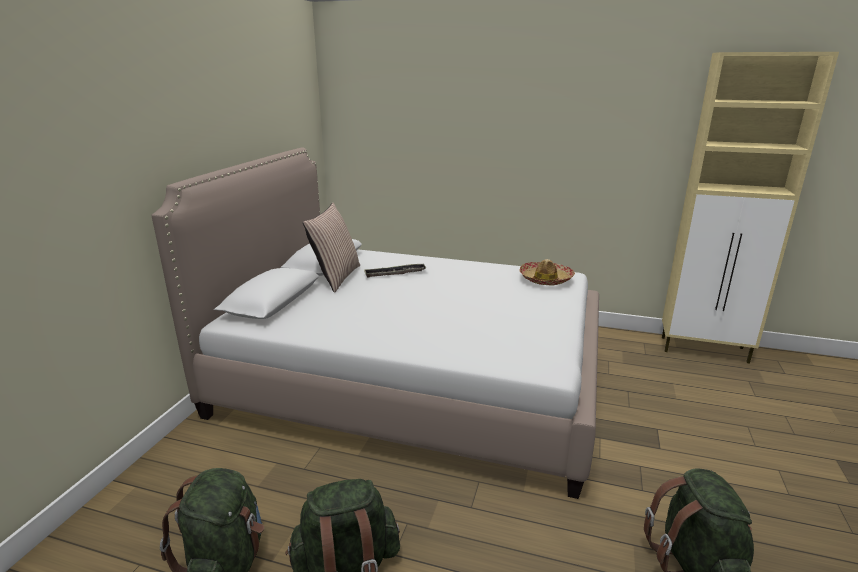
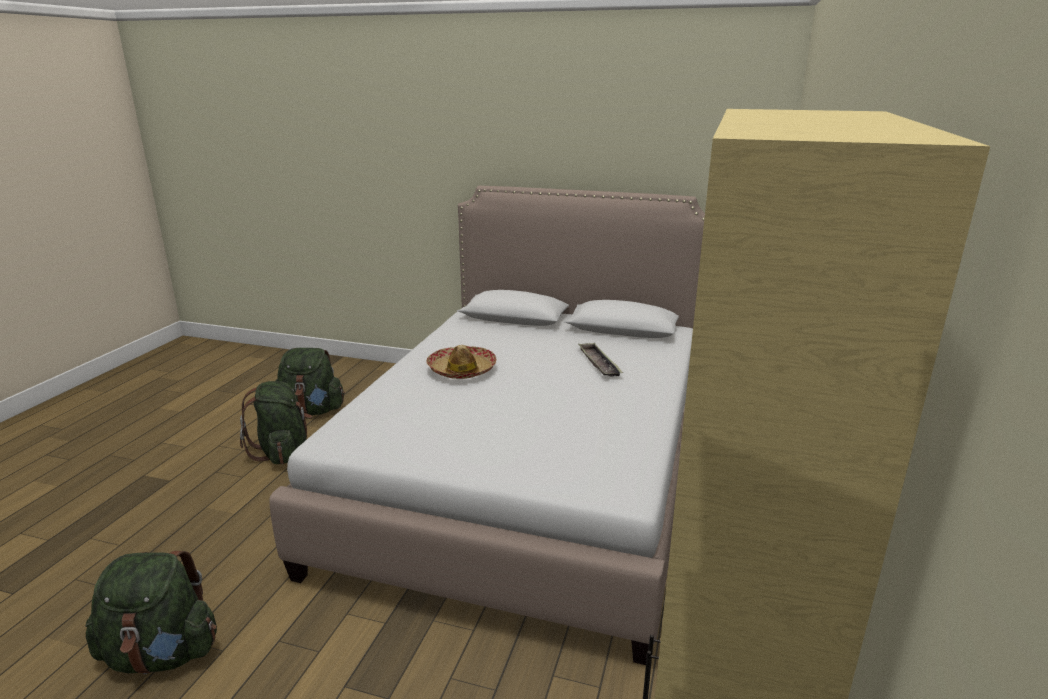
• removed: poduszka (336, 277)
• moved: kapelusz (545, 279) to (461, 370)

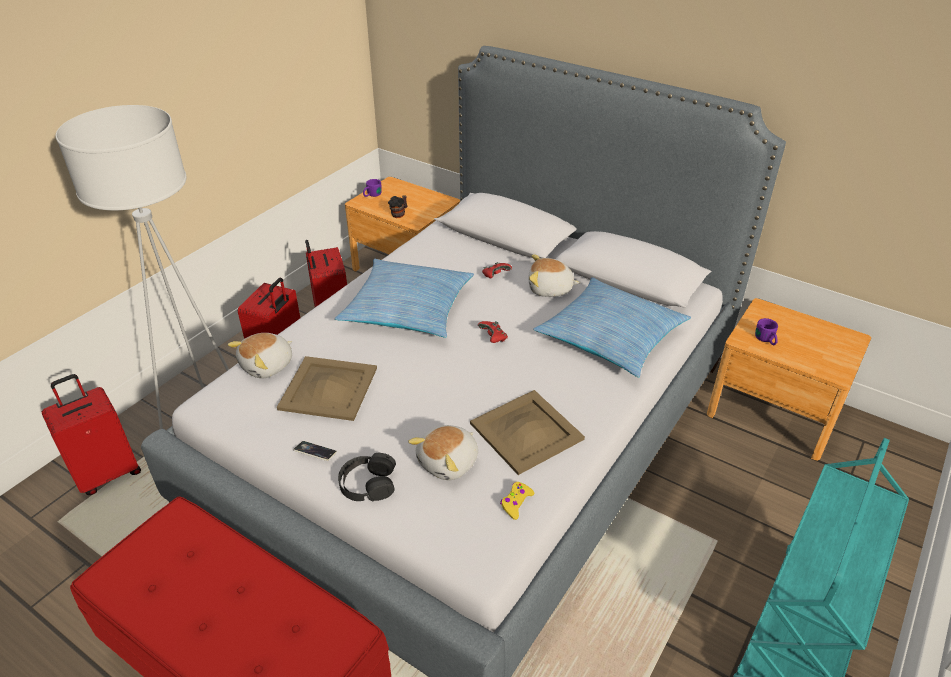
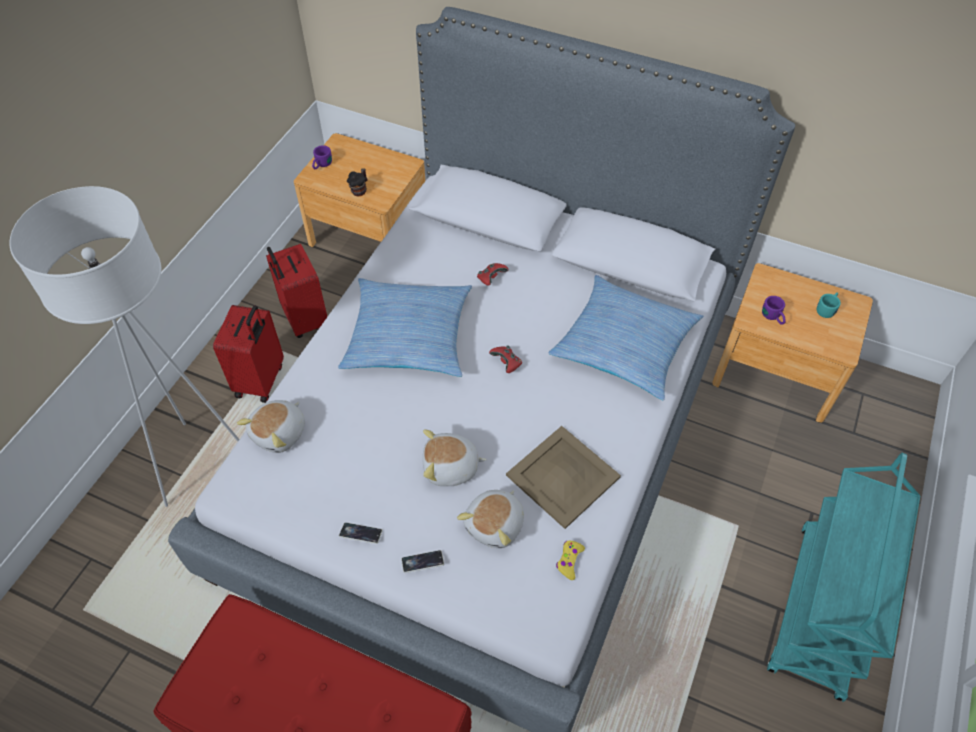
• removed: walizka [czerwony] (108, 473)
• removed: taca [beżowy] (329, 389)
• added: kubek [turkusowy] (827, 309)
• moved: pluszak (550, 289) to (451, 468)
• replaced: słuchawki [czarny] (367, 484) to telefon (422, 562)

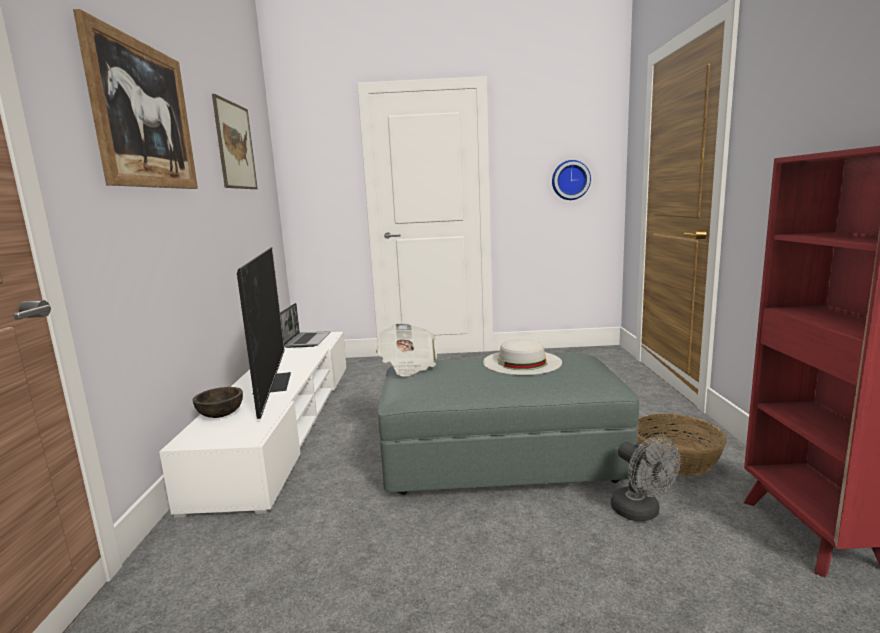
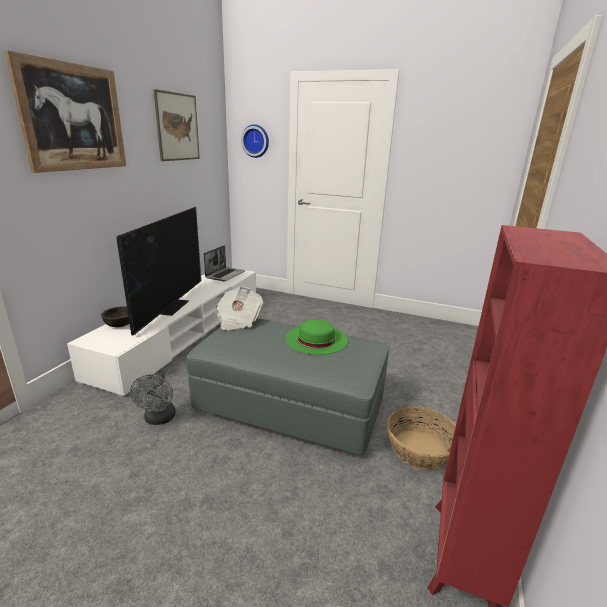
• moved: zegar ścienny (570, 180) to (256, 141)
• moved: wentylator [szary] (641, 513) to (159, 419)
• recoloured: kapelusz [biały] (522, 362) to kapelusz [zielony] (316, 339)

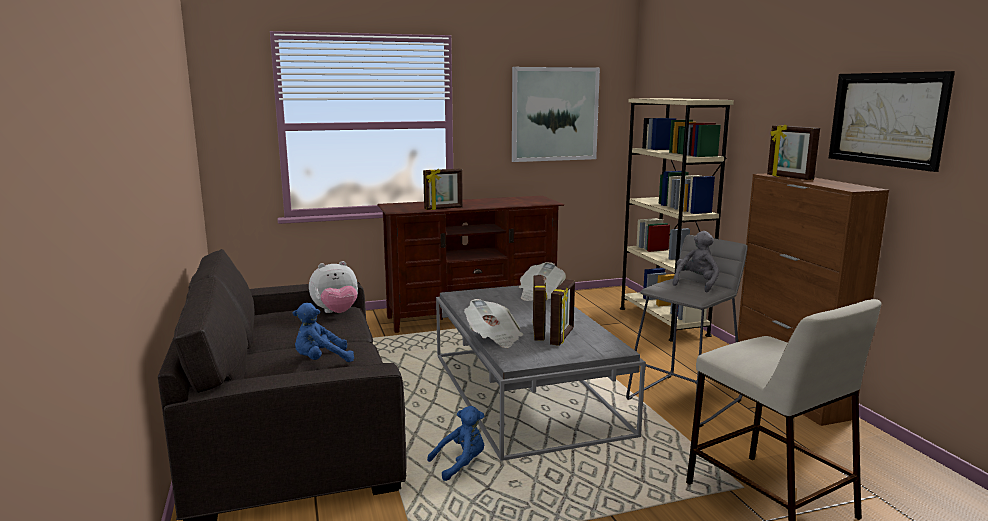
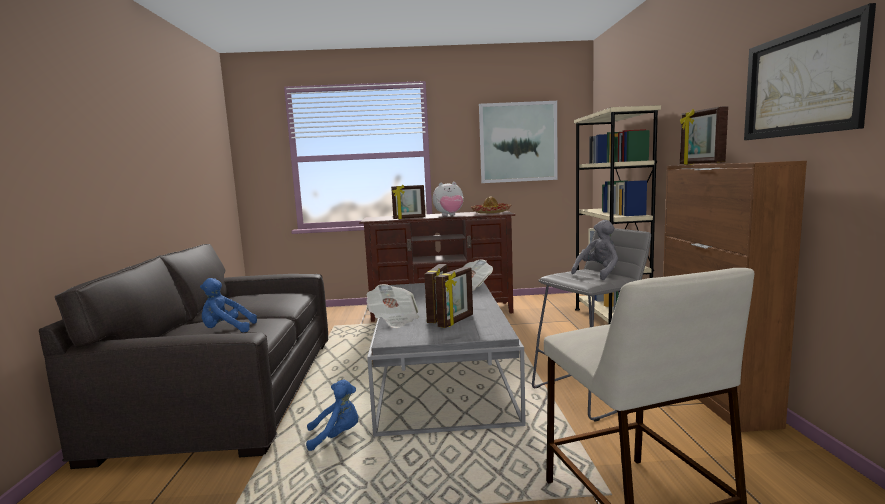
• added: kapelusz (491, 212)
• moved: pluszak (336, 313) to (449, 215)

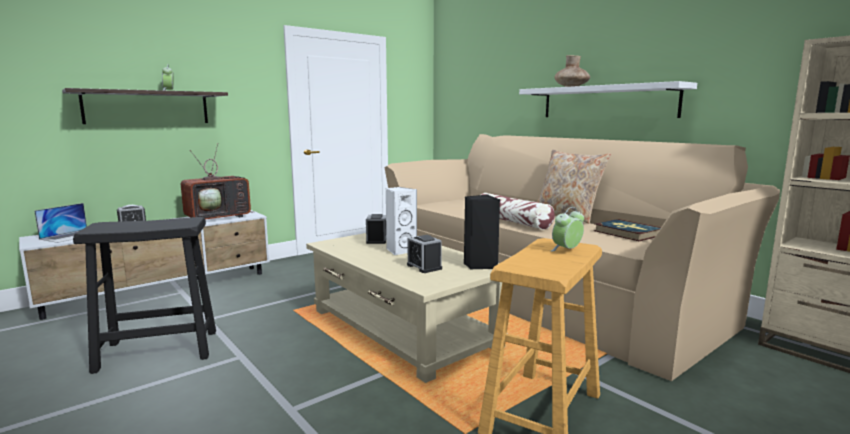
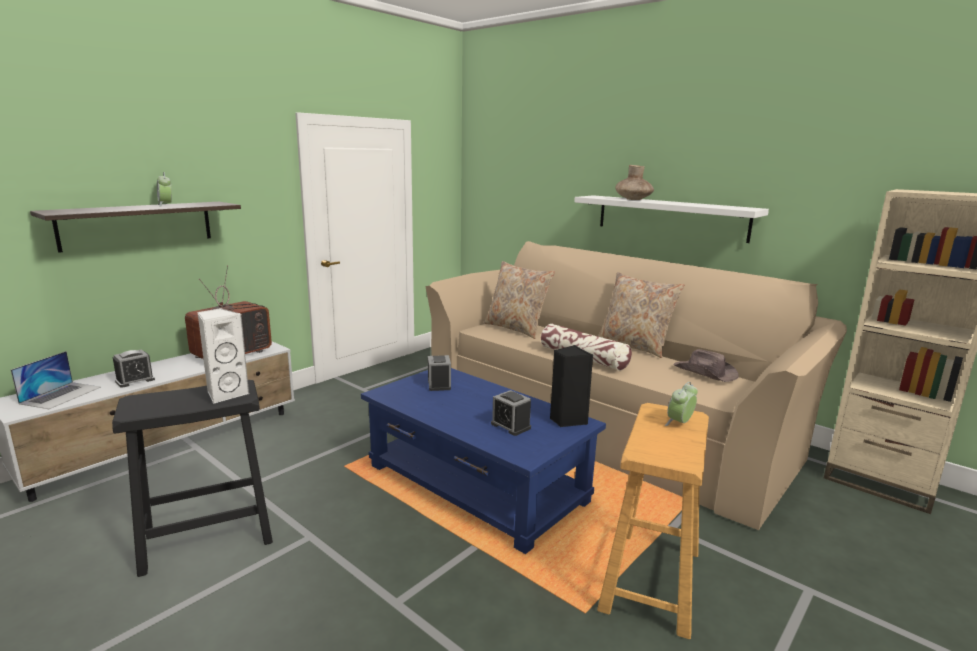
• added: poduszka [beżowy] (516, 328)
• moved: głośnik [biały] (400, 250) to (226, 394)
• replaced: książka (628, 233) to kapelusz [brązowy] (705, 372)
• recoloured: ława [beżowy] (402, 329) to ława [niebieski] (476, 484)

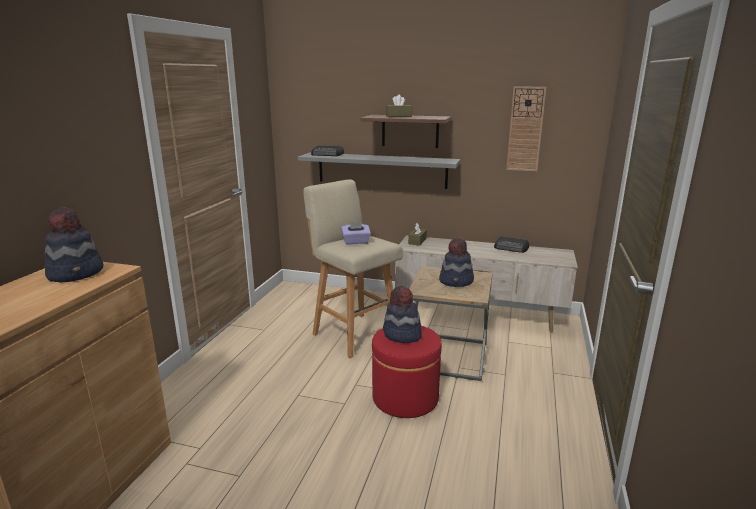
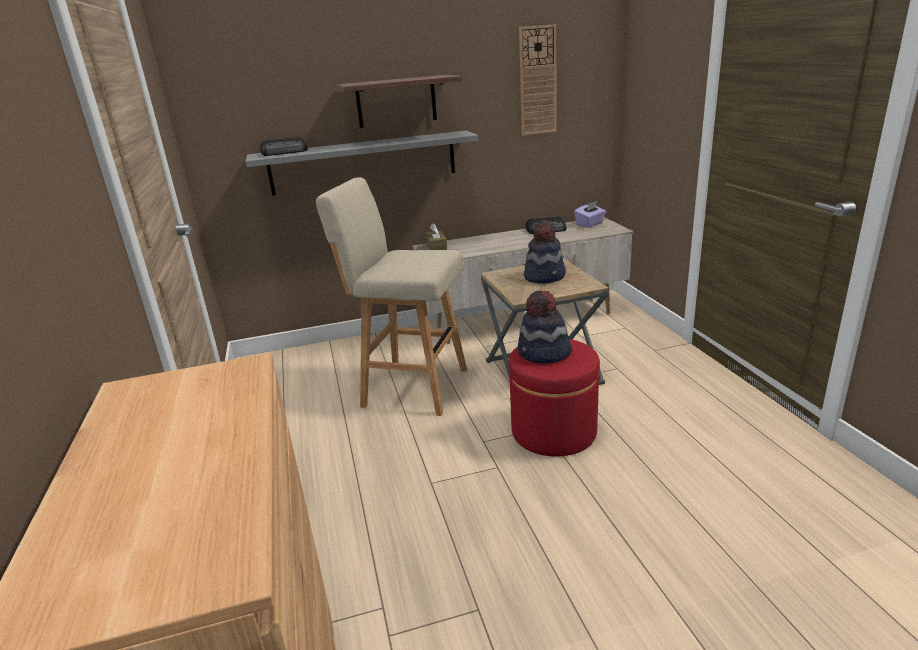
• removed: kapelusz (77, 273)
• removed: pudełko chusteczek [brązowy] (398, 116)
• moved: pudełko chusteczek [fioletowy] (356, 242) to (590, 224)

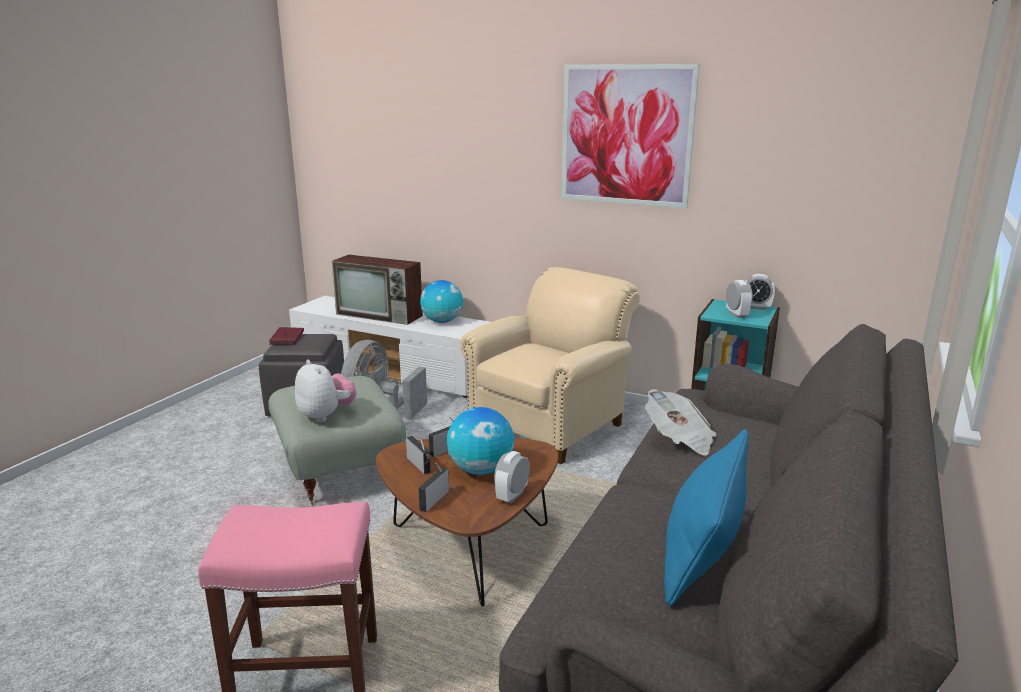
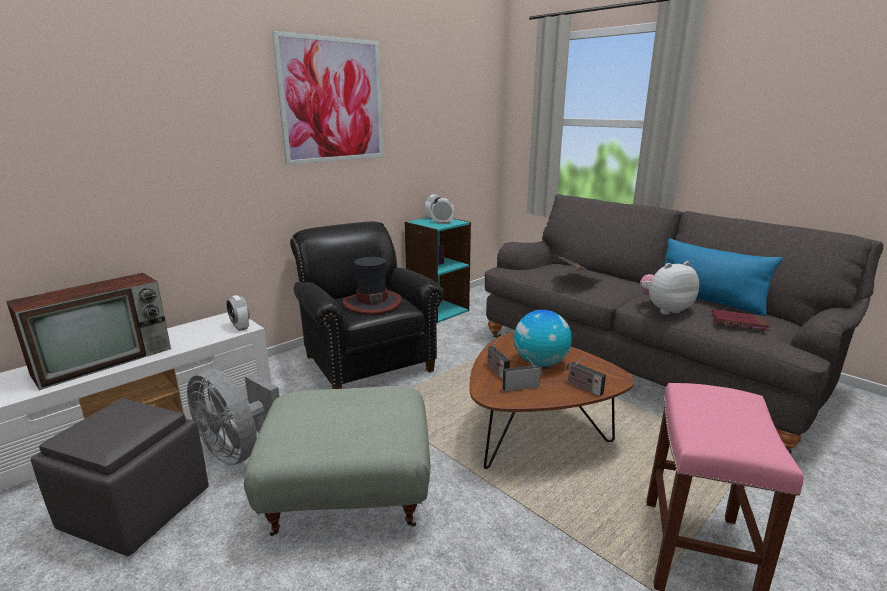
• removed: globus (442, 321)
• added: kapelusz (372, 303)
• moved: książka [czerwony] (287, 338) to (738, 322)
• moved: pluszak (326, 415) to (665, 309)
• moved: budzik (512, 496) to (240, 327)
• recoloured: fotel [beżowy] (551, 424) to fotel [czarny] (365, 361)

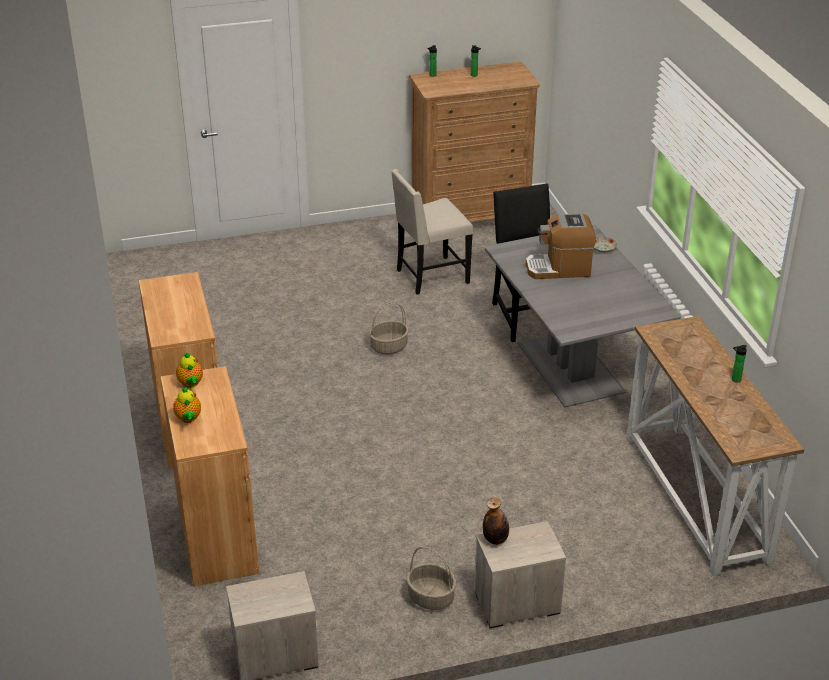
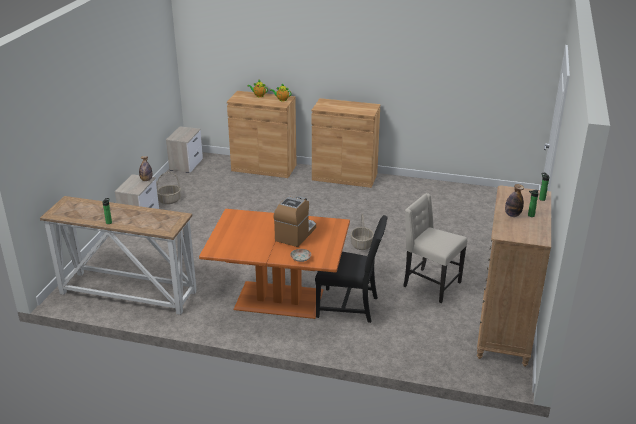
• added: butelka (512, 215)
• recoloured: stół jadalny [szary] (571, 367) to stół jadalny [pomarańczowy] (279, 300)
• turned: krzesło [beżowy] (430, 277) = (430, 284) 60 degrees counterclockwise

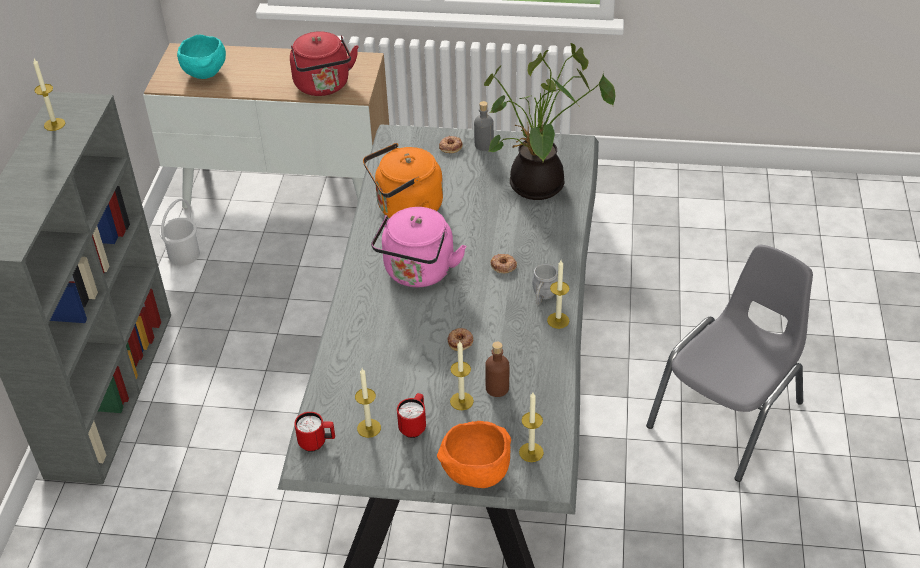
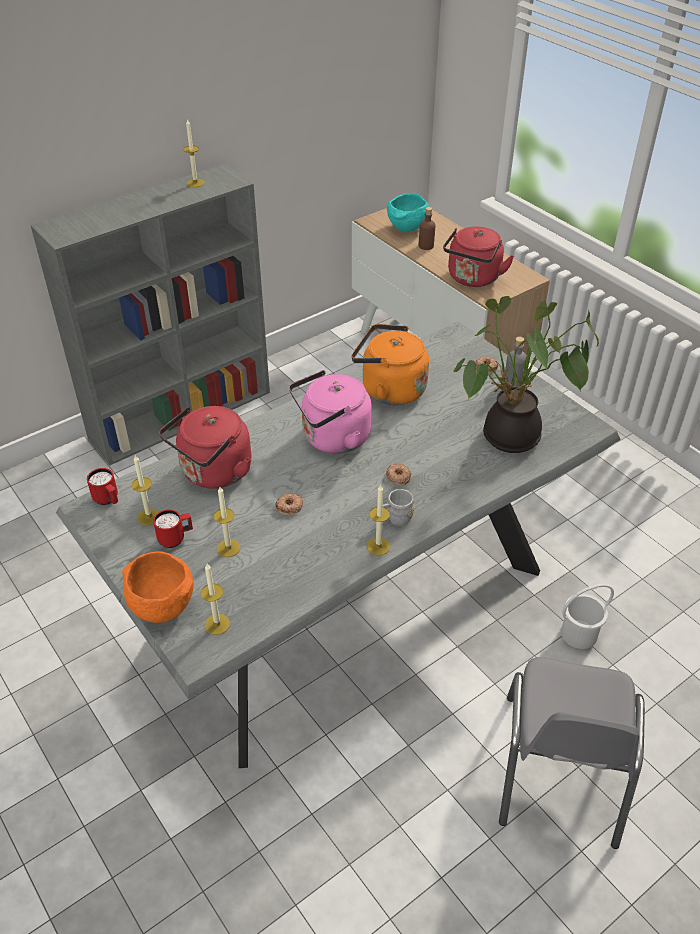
• added: czajnik [czerwony] (213, 473)
• moved: wiadro [biały] (183, 254) to (578, 633)
• moved: butelka [brązowy] (497, 388) to (426, 246)
• turned: krzesło [szary] (727, 415) = (560, 769) 105 degrees clockwise

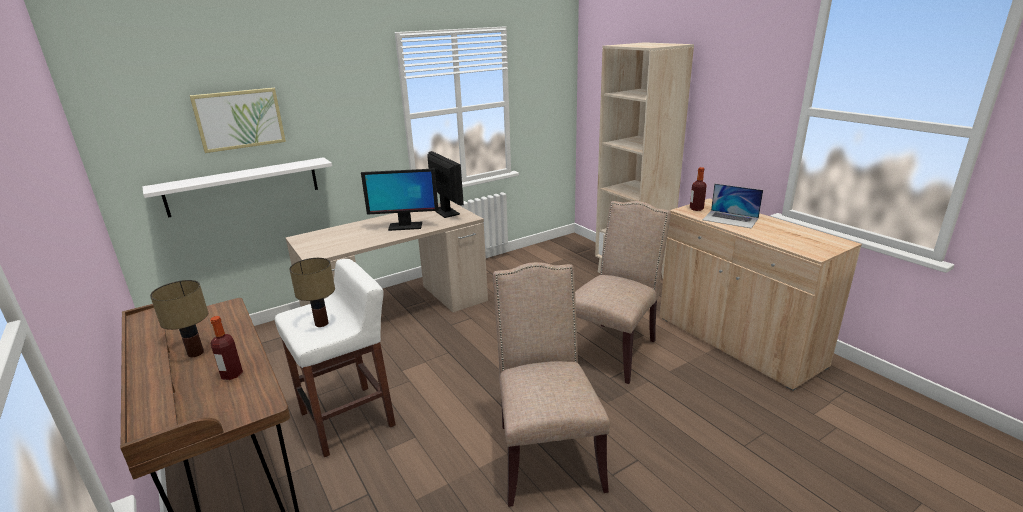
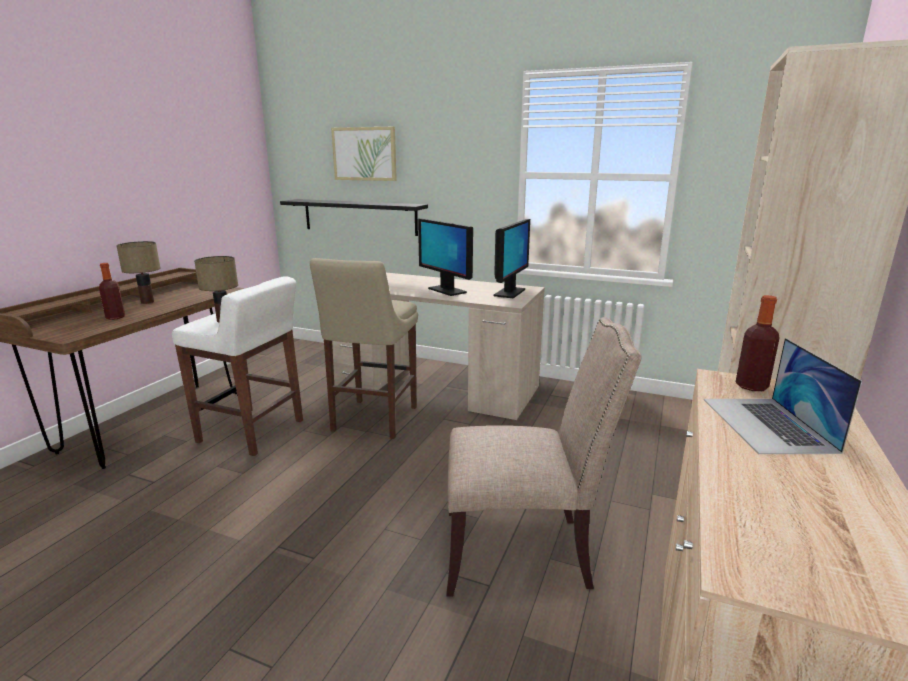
• removed: krzesło [beżowy] (545, 452)
• added: stołek [beżowy] (372, 420)
• recoloured: półka [biały] (243, 186) to półka [czarny] (359, 217)

